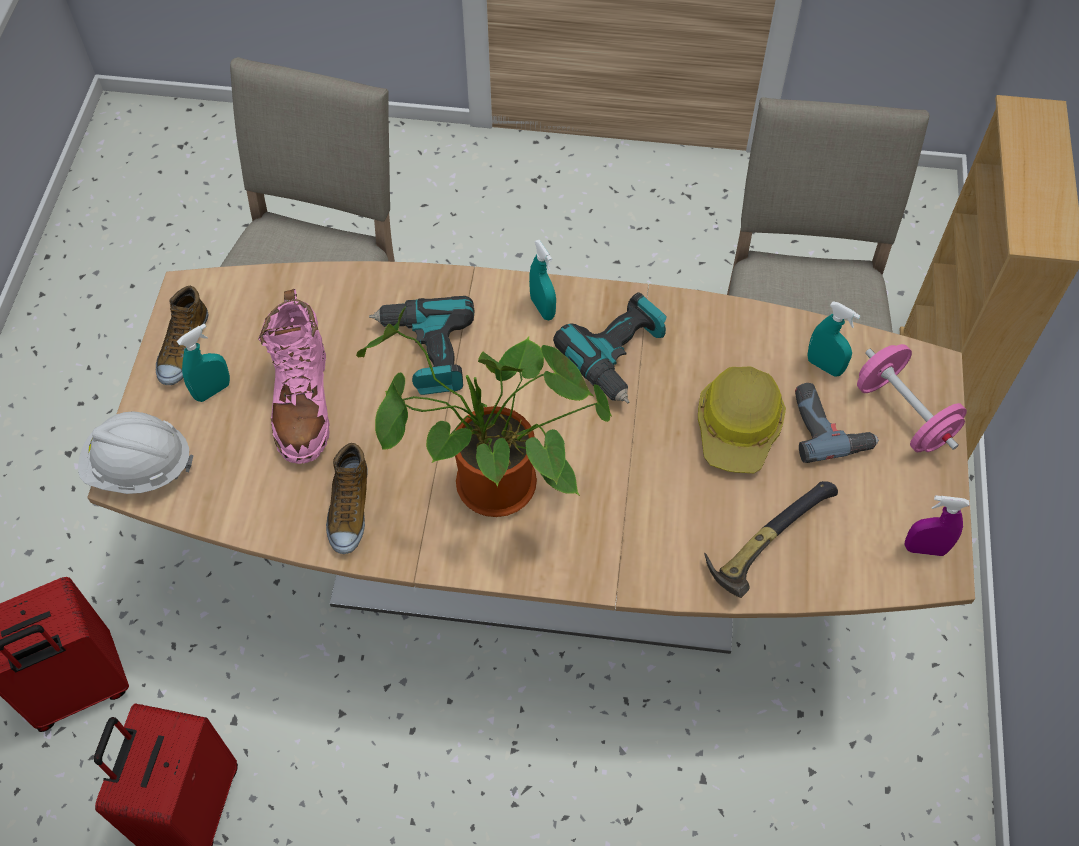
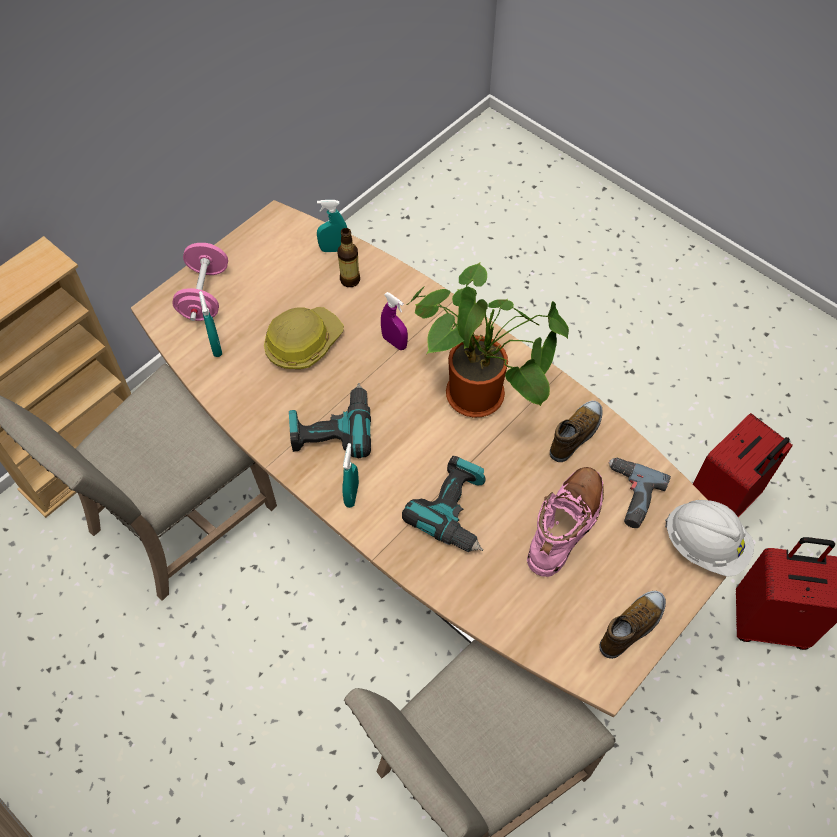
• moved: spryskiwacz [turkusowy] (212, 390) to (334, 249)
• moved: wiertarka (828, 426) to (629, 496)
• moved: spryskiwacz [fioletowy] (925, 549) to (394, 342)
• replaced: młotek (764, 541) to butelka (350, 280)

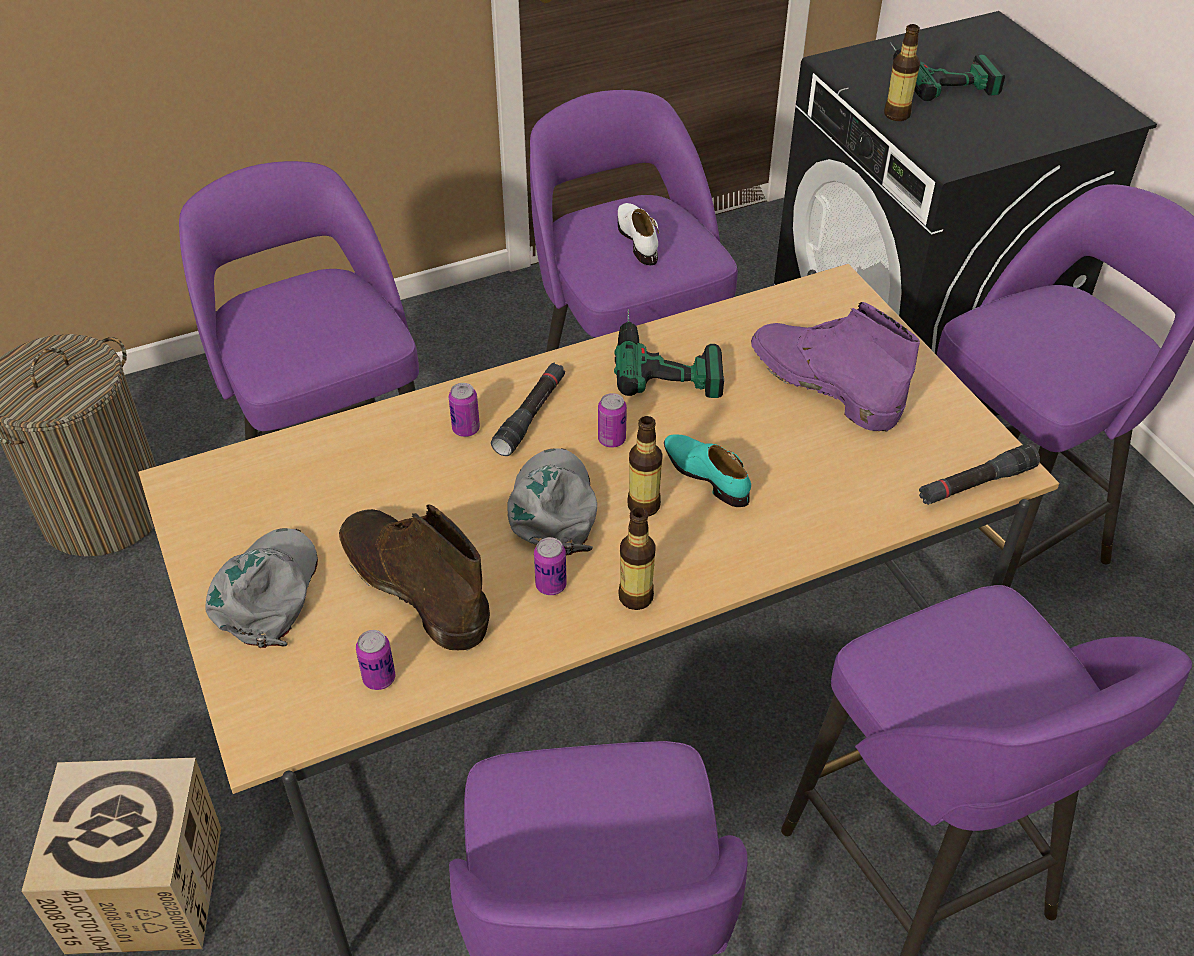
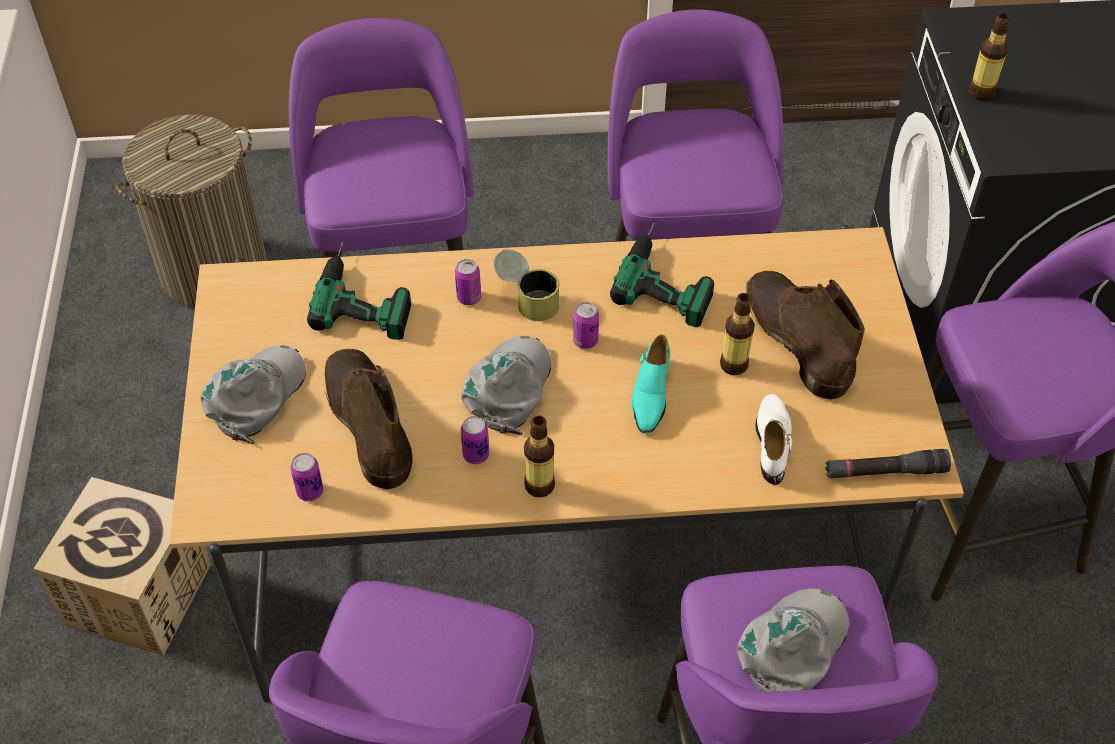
• added: czapka z daszkiem [szary] (793, 648)
• moved: but [biały] (638, 238) to (772, 442)
• moved: butelka (643, 506) to (733, 365)
• moved: wiertarka (938, 73) to (365, 294)
• replaced: latarka [czarny] (530, 415) to puszka (527, 300)
• recoloured: but z cholewką [fioletowy] (822, 384) to but z cholewką [brązowy] (795, 339)
• turned: but [turkusowy] (706, 475) = (650, 395) 150 degrees counterclockwise

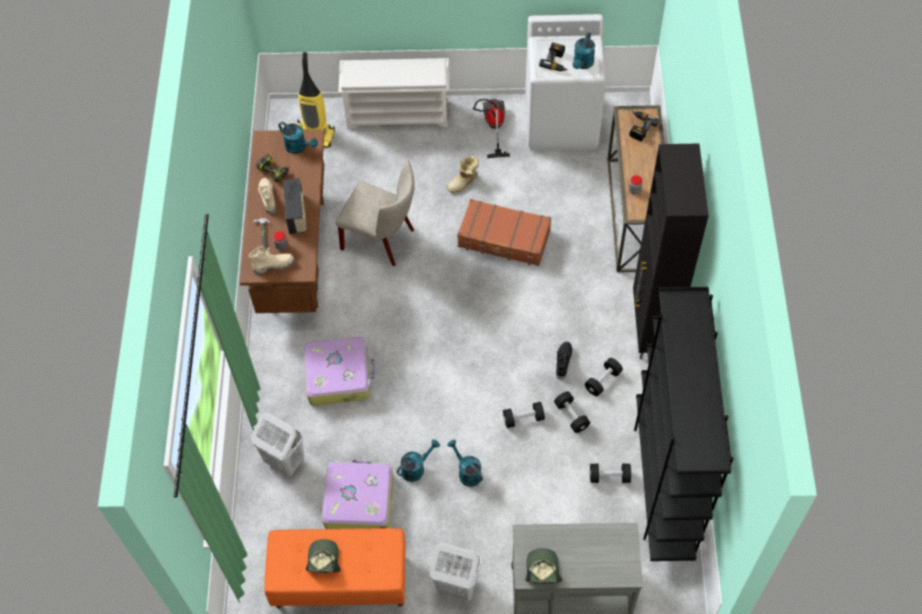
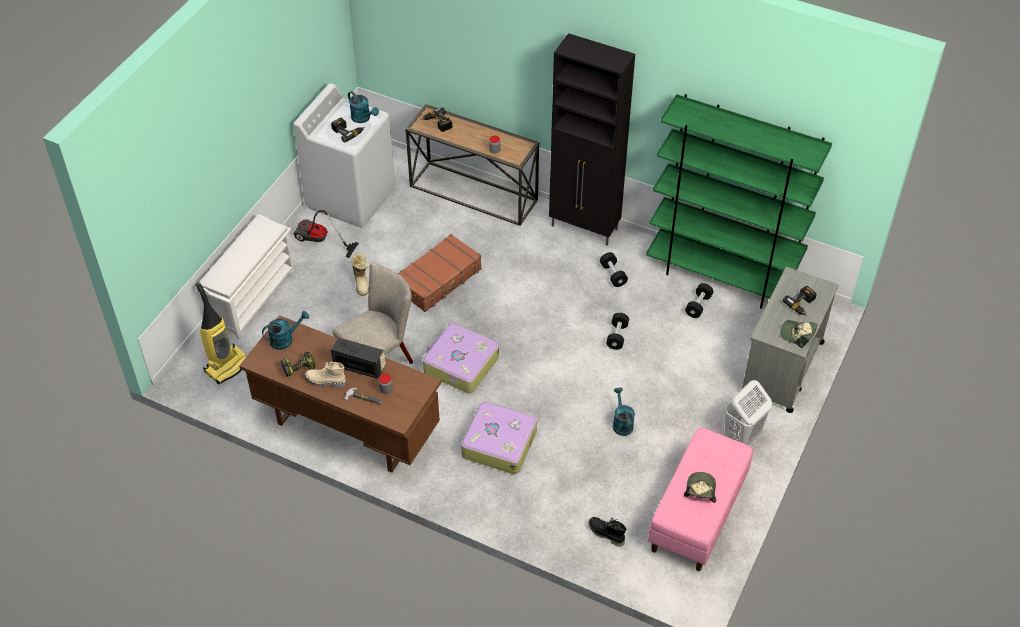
• removed: but z cholewką [beżowy] (274, 265)
• removed: kosz na pranie [biały] (284, 460)
• removed: konewka [turkusowy] (467, 472)
• removed: hantel [czarny] (571, 416)
• added: wiertarka (802, 304)
• moved: walizka (358, 500) to (460, 365)
• moved: but z cholewką [czarny] (562, 362) to (605, 534)
• recoloured: ławka [pomarańczowy] (340, 581) to ławka [różowy] (697, 515)
• recoloured: regał [czarny] (663, 483) to regał [zielony] (721, 277)
• turned: czapka z daszkiem (323, 560) = (700, 490) 75 degrees clockwise

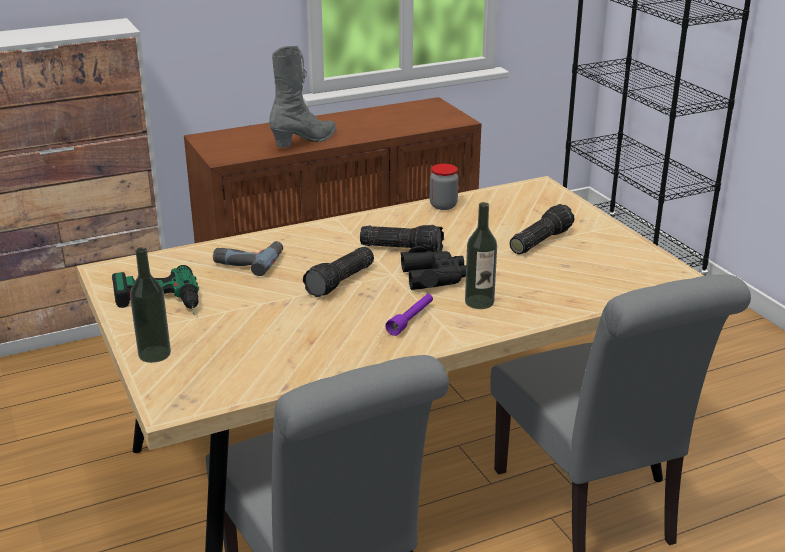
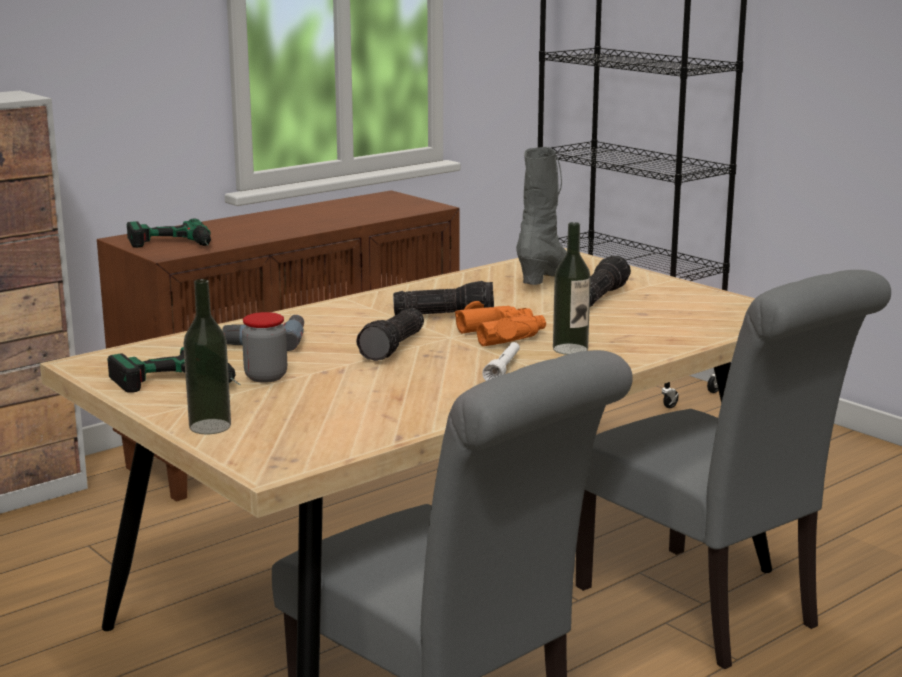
• added: wiertarka (172, 245)
• moved: but z cholewką [szary] (305, 141) to (548, 278)
• moved: słoik (443, 205) to (266, 377)
• recoloured: latarka [fioletowy] (411, 319) to latarka [biały] (503, 370)
• recoloured: lornetka [czarny] (435, 277) to lornetka [pomarańczowy] (502, 334)

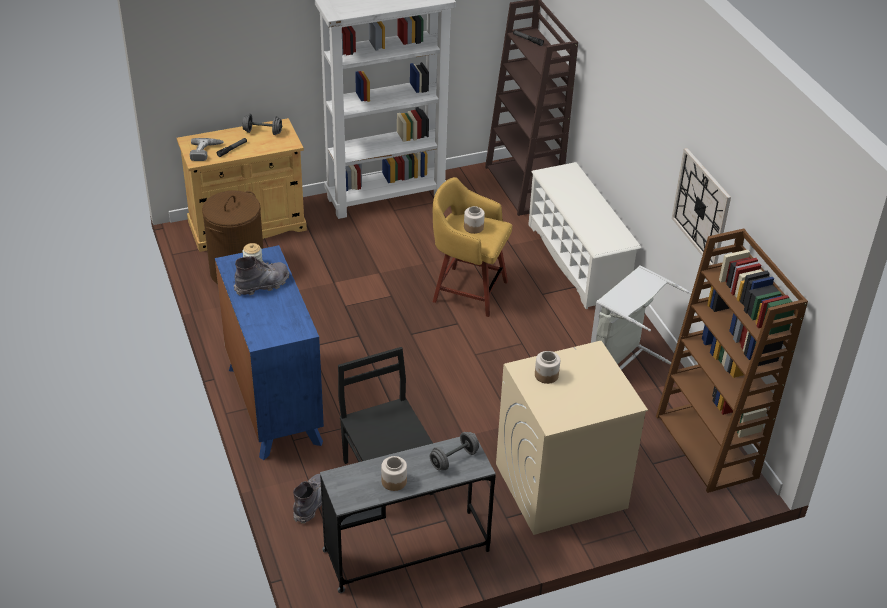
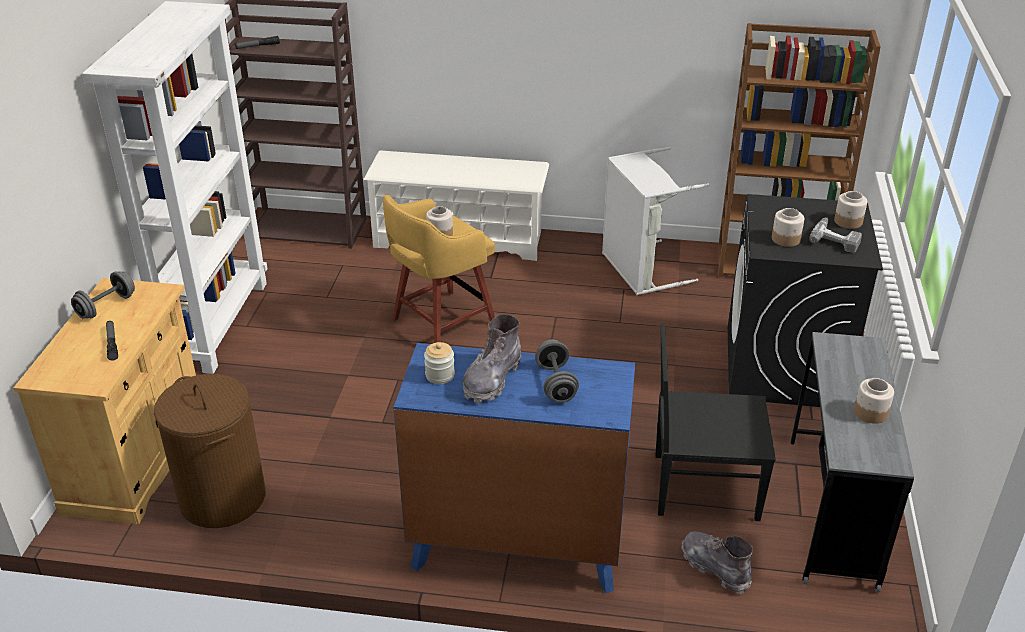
• removed: zegar ścienny (701, 207)
• added: słoik (848, 222)
• moved: wiertarka (206, 152) to (836, 239)
• moved: hantel [szary] (454, 459) to (556, 384)
• recoloured: pralka [beżowy] (560, 486) to pralka [czarny] (784, 367)
• turned: but z cholewką [szary] (262, 284) = (492, 379) 150 degrees counterclockwise

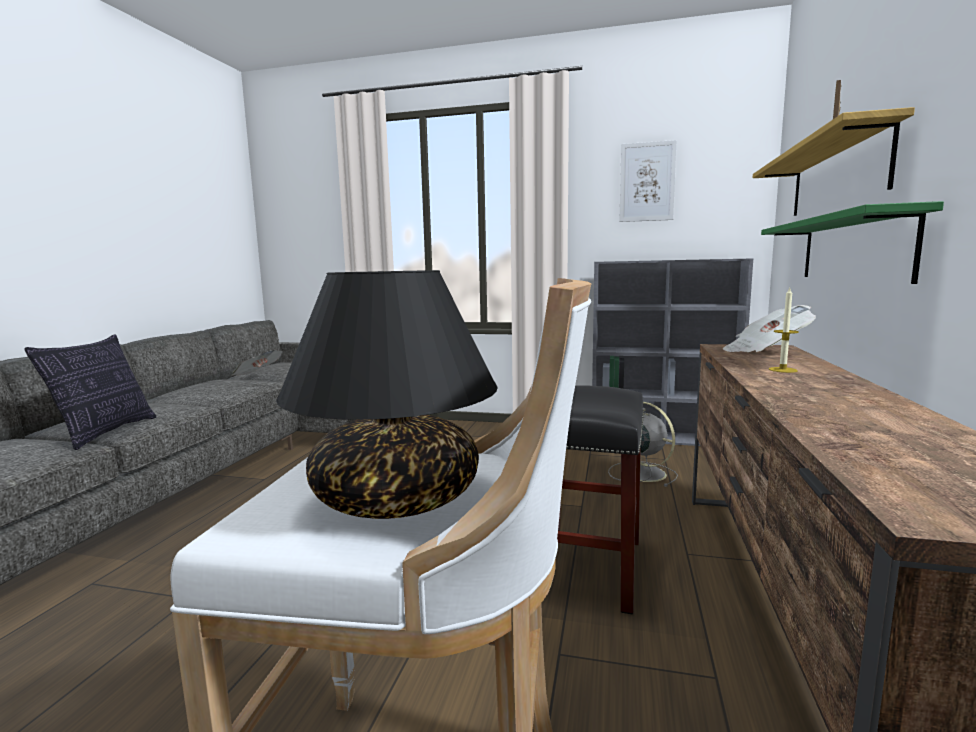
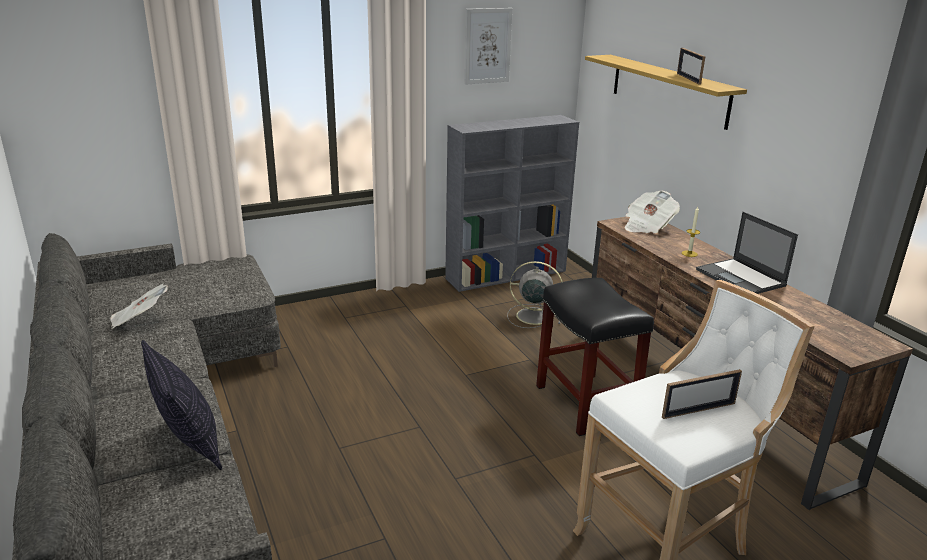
• removed: półka [zielony] (852, 249)
• added: laptop (741, 278)
• replaced: lampa stołowa [czarny] (398, 498) to ramka na zdjęcie (698, 410)

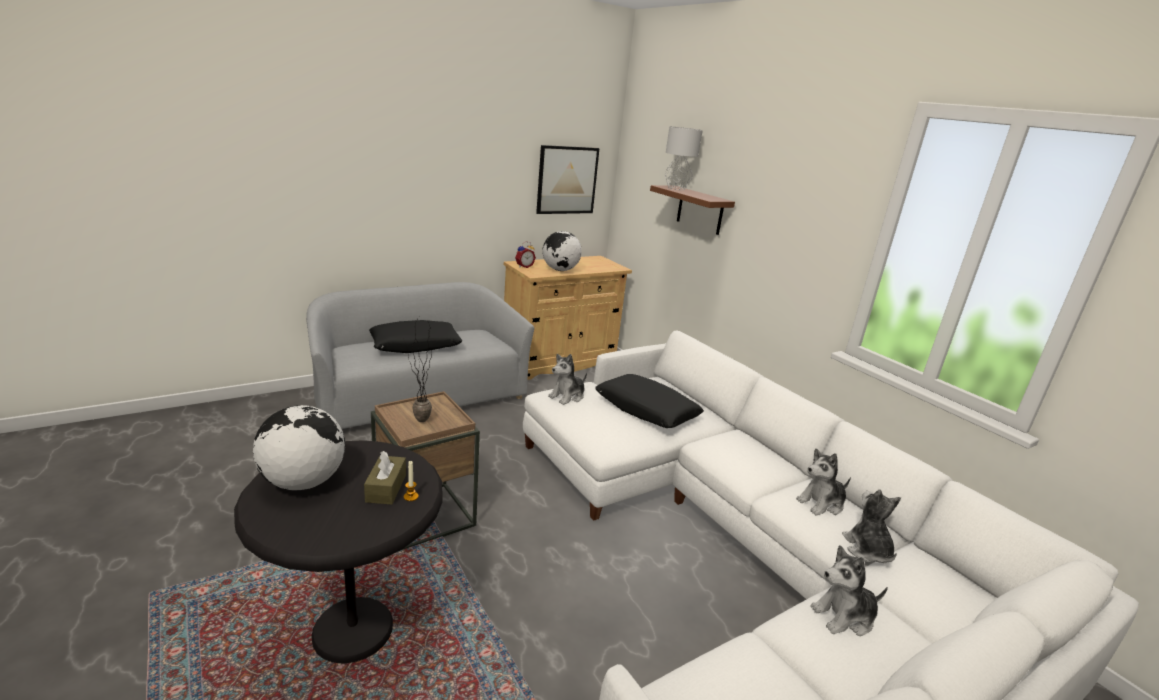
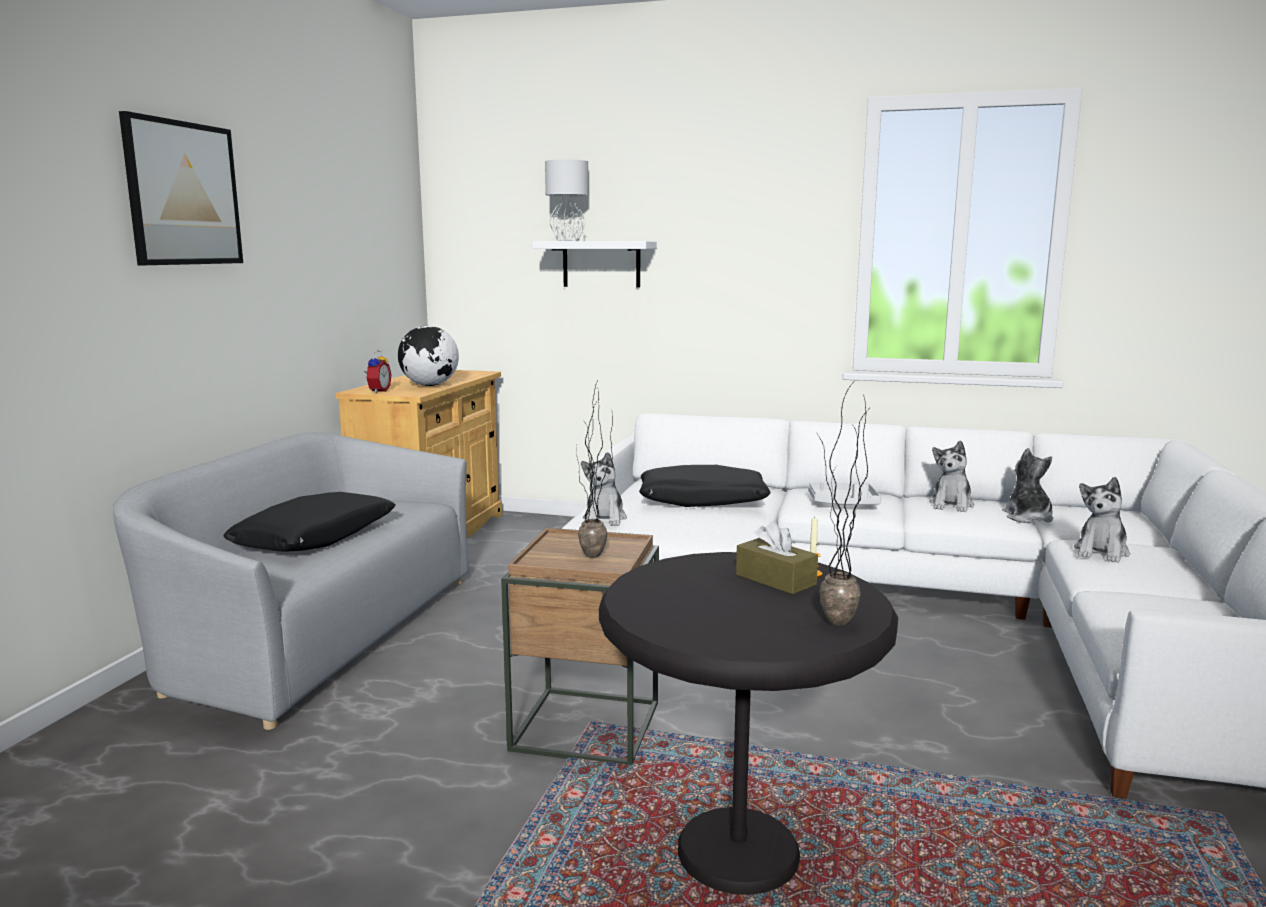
• removed: globus (303, 482)
• added: taca [szary] (843, 503)
• added: roślina doniczkowa (833, 627)
• moved: obraz (567, 180) to (183, 193)
• recoloured: półka [brązowy] (700, 210) to półka [biały] (601, 264)
• turned: pluszak (867, 550) = (1027, 518) 45 degrees clockwise

